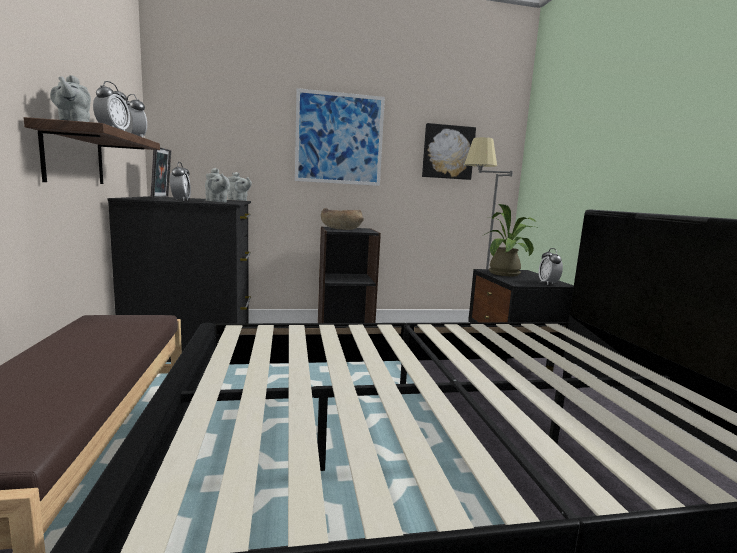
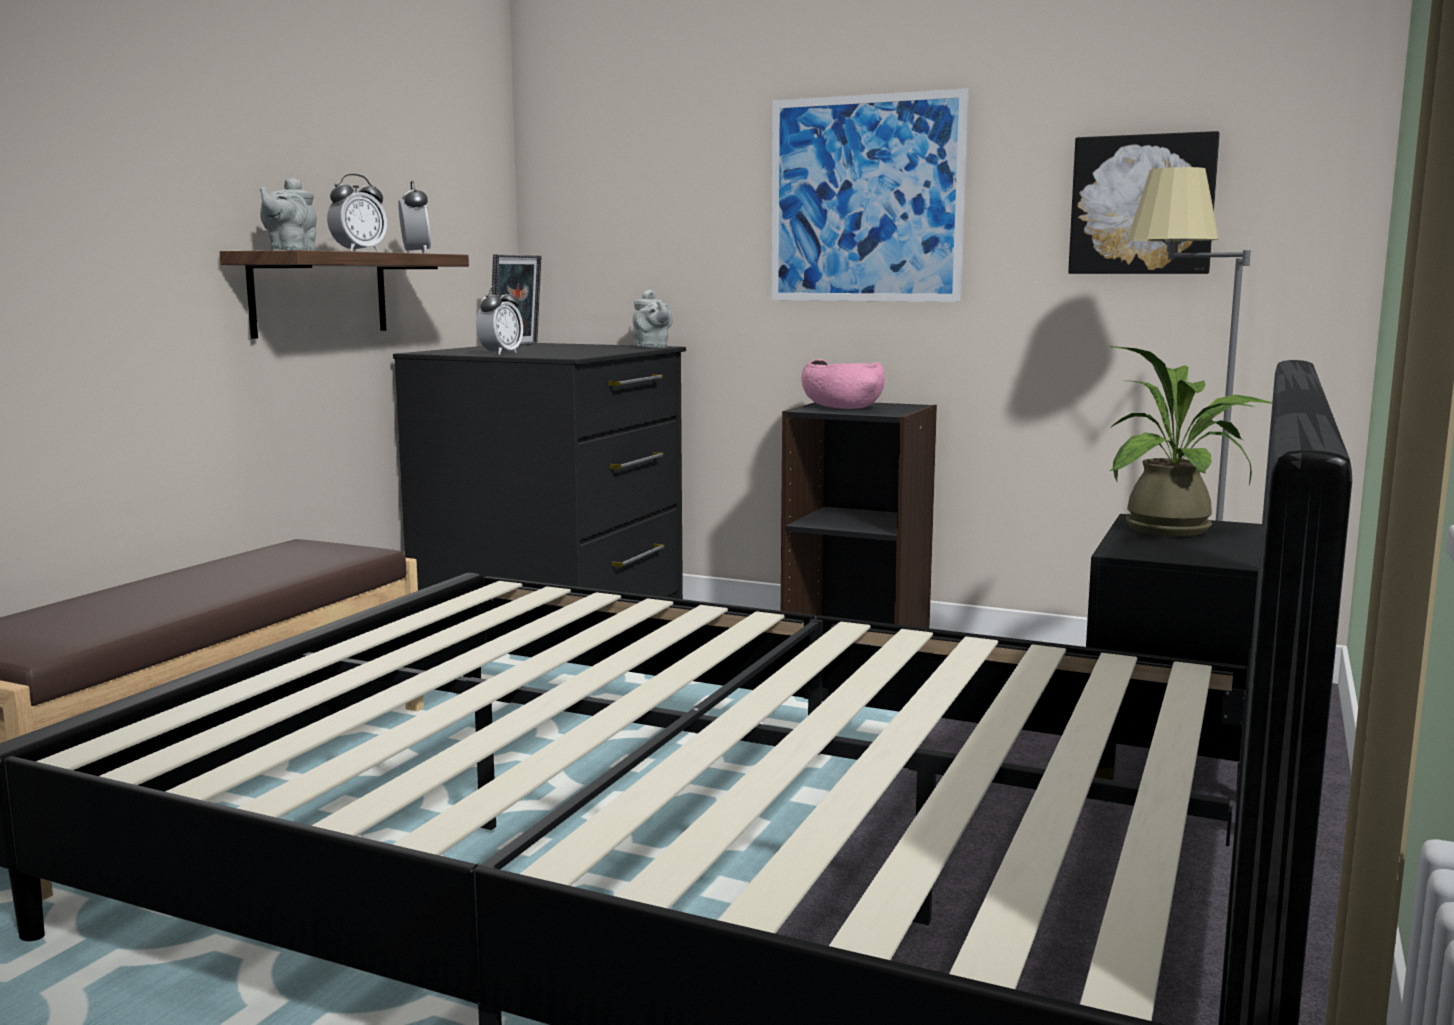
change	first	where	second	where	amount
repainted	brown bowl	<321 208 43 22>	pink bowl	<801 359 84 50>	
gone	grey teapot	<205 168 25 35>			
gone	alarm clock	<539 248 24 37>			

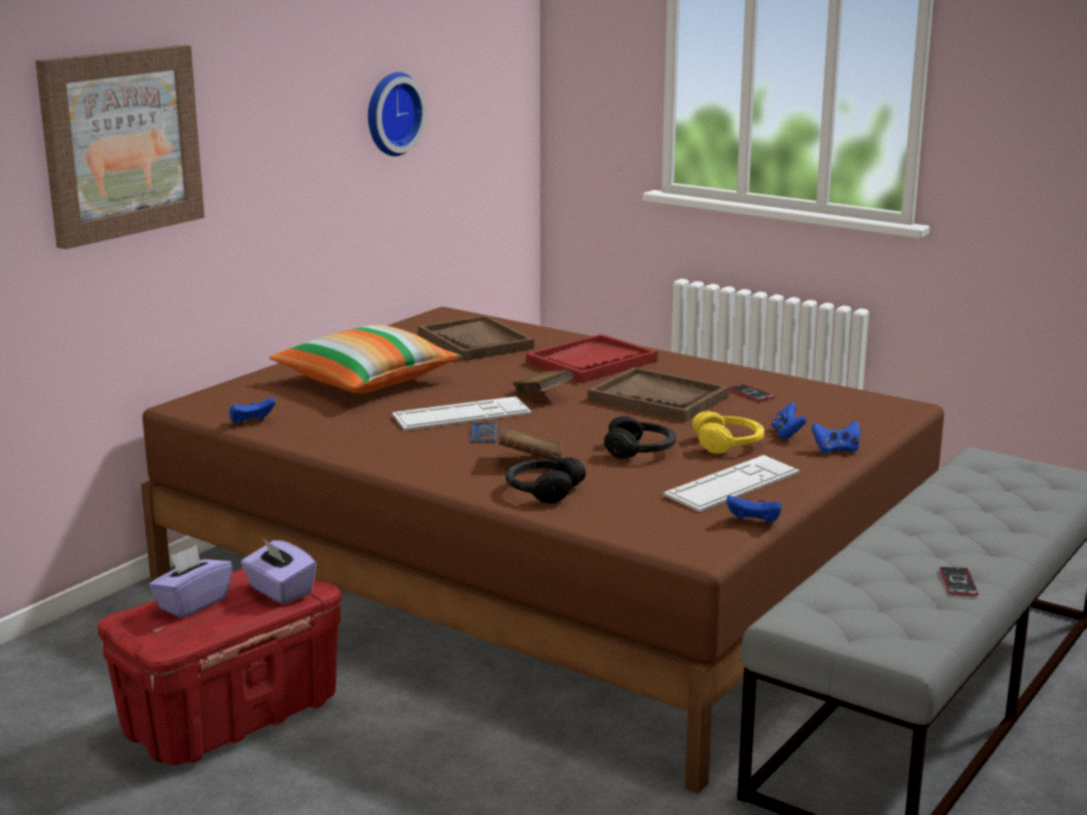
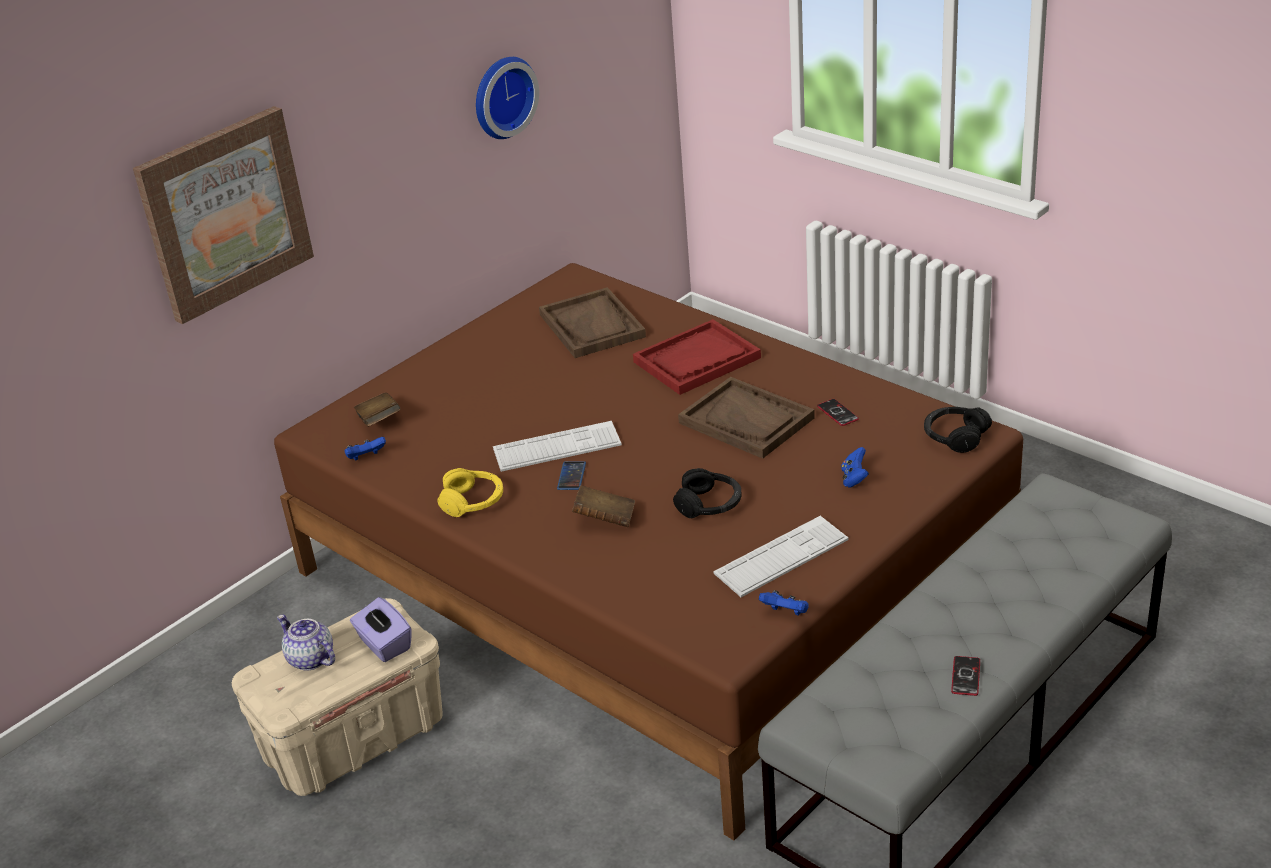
change	first	where	second	where	amount
repainted	red storage box	<98 569 244 196>	beige storage box	<232 598 211 198>	
swapped	purple tissue box	<149 545 83 73>	teapot	<277 615 58 56>	
shifted	brown book	<512 370 62 22>		<354 392 47 35>	
shifted	yellow headphones	<692 411 72 43>		<437 468 66 49>	
shifted	black headphones	<506 457 80 47>		<924 407 68 46>	
gone	pillow	<269 324 192 69>			
gone	blue game controller	<812 421 48 32>			

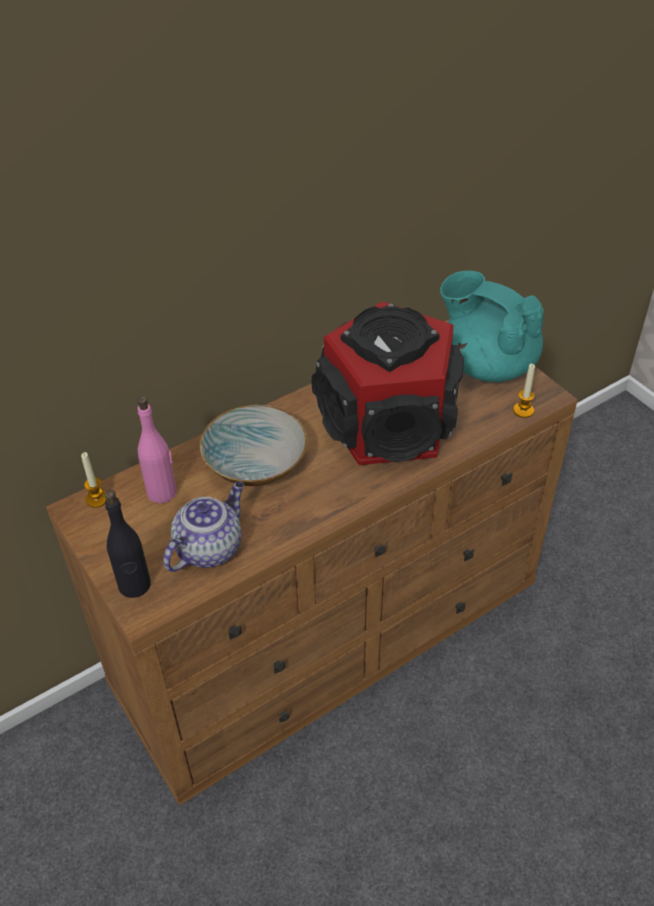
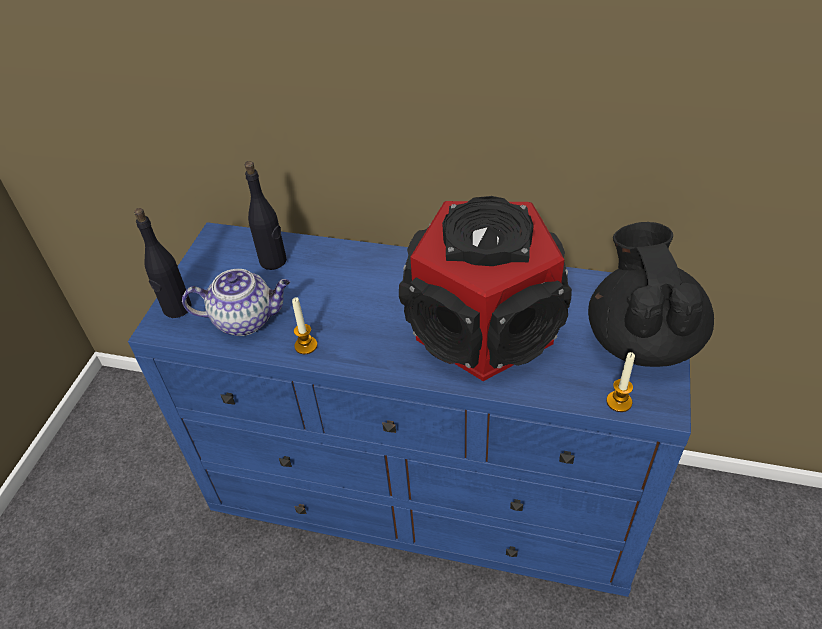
change	first	where	second	where	amount
repainted	brown dresser	<46 320 532 485>	blue dresser	<128 222 563 375>	
repainted	pink bottle	<137 396 40 107>	black bottle	<245 161 42 109>	
shifted	candle	<81 452 25 55>		<292 297 25 57>	
repainted	turquoise teapot	<440 270 104 112>	black teapot	<588 222 126 145>	
gone	bowl	<200 405 108 81>			

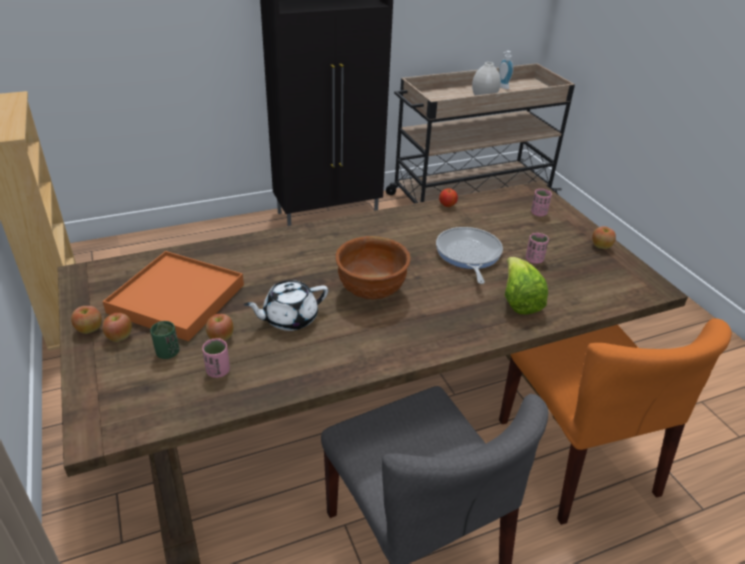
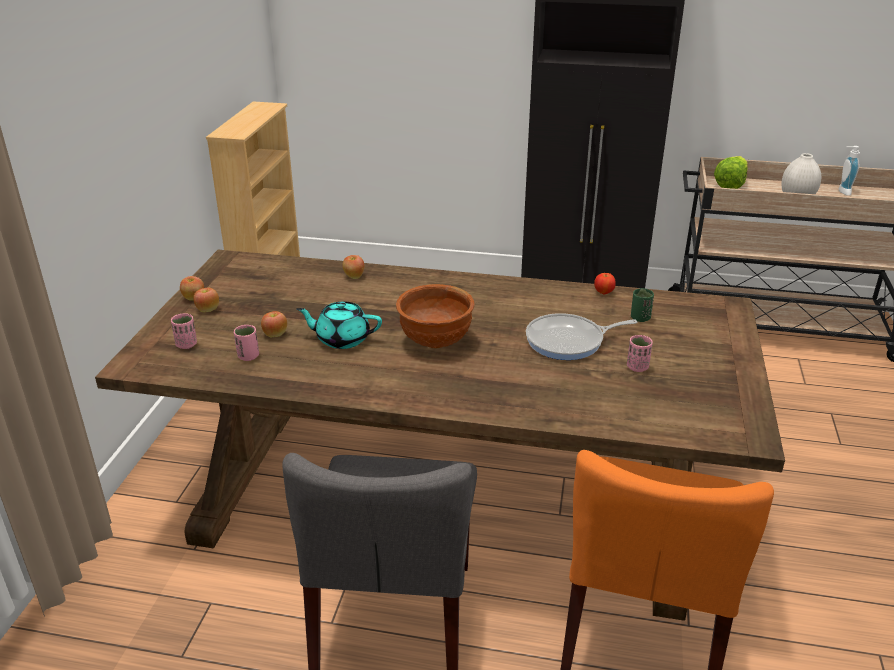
change	first	where	second	where	amount
shifted	pink cup	<531 189 21 28>		<171 313 26 36>	
repainted	white teapot	<244 280 84 51>	turquoise teapot	<296 301 86 48>	
shifted	apple	<592 226 24 23>		<343 255 21 24>	
rotated	frying pan	<436 227 67 57>		<526 313 112 47>	135 degrees counterclockwise
shifted	green cup	<150 321 29 38>		<631 288 23 34>	
shifted	lettuce	<505 257 43 58>		<714 156 34 33>	
gone	orange tray	<103 251 141 90>			

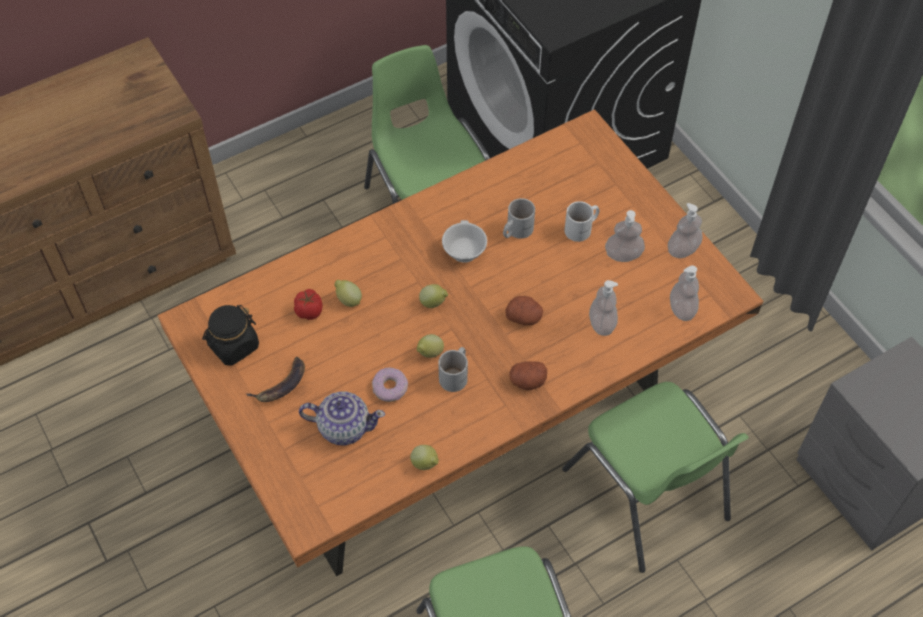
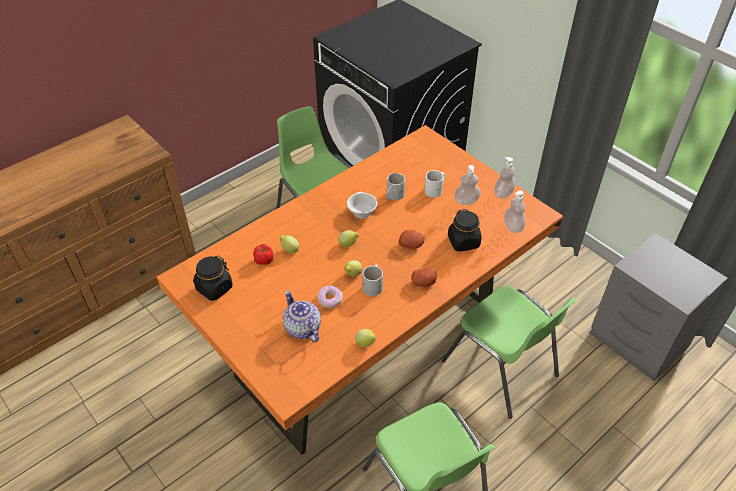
change	first	where	second	where	amount
rotated	teapot	<299 392 86 53>		<283 290 38 52>	120 degrees counterclockwise
swapped	soap dispenser	<589 280 29 56>	black jar	<448 209 34 43>	
gone	banana	<246 357 59 45>			

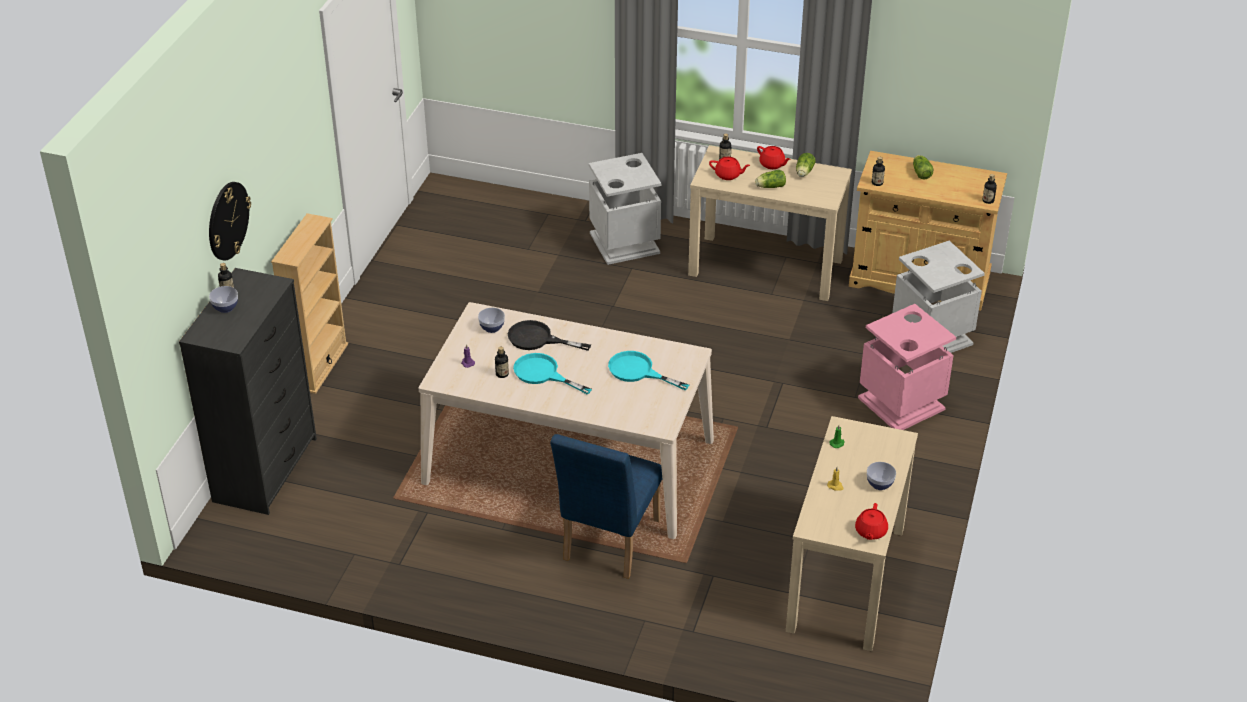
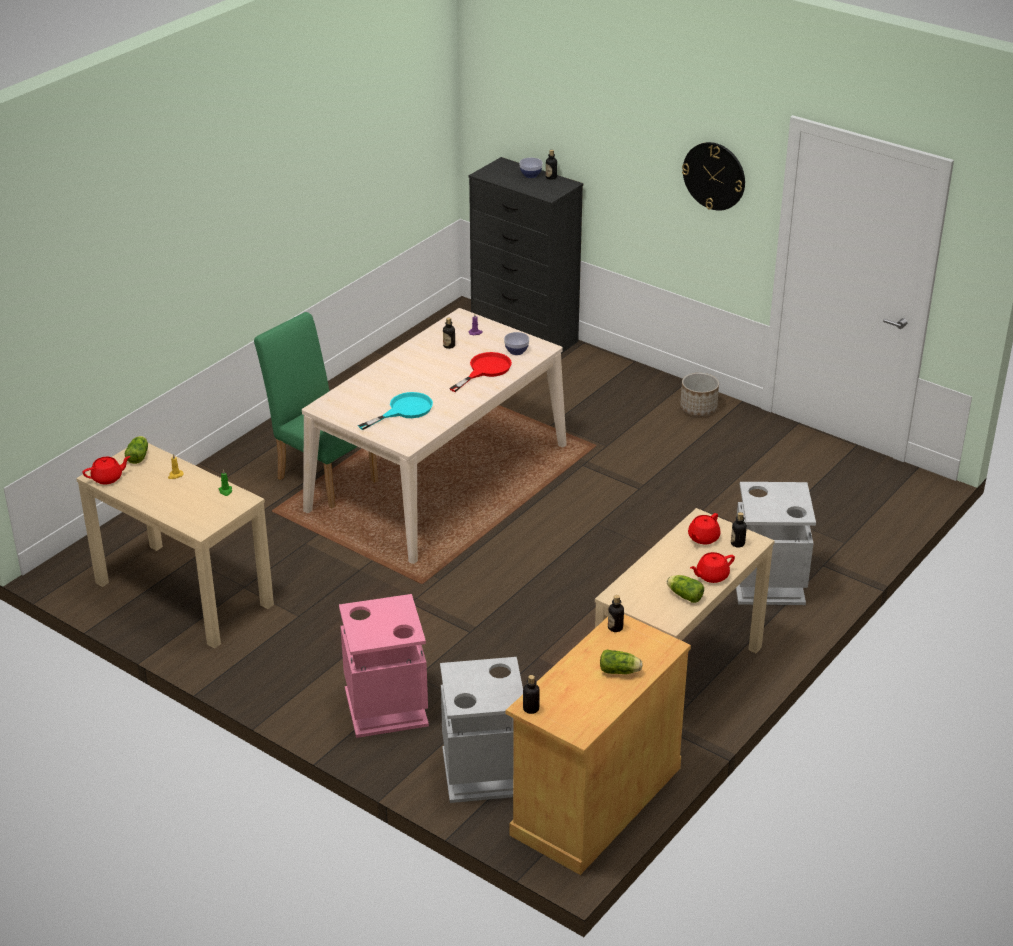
change	first	where	second	where	amount
rotated	red teapot	<855 503 33 37>		<83 456 48 28>	120 degrees clockwise
shifted	lettuce	<755 170 31 18>		<124 436 24 28>	
repainted	blue chair	<550 434 112 145>	green chair	<254 312 124 197>	
repainted	black frying pan	<508 320 83 31>	red frying pan	<449 352 63 40>	
new			planter	<680 373 39 43>	
shifted	wall clock	<209 182 42 78>		<682 142 63 69>	
gone	beige bookcase	<271 213 77 181>			
gone	turquoise frying pan	<513 353 79 41>			
gone	bowl	<867 462 29 28>			

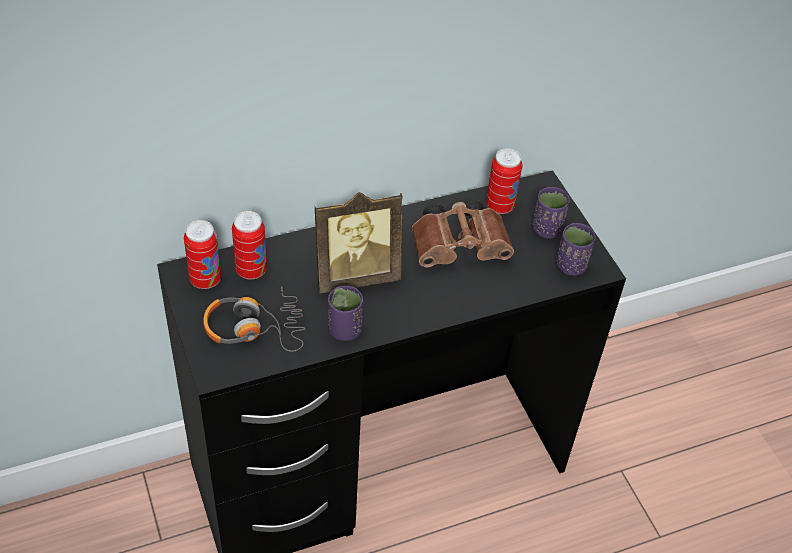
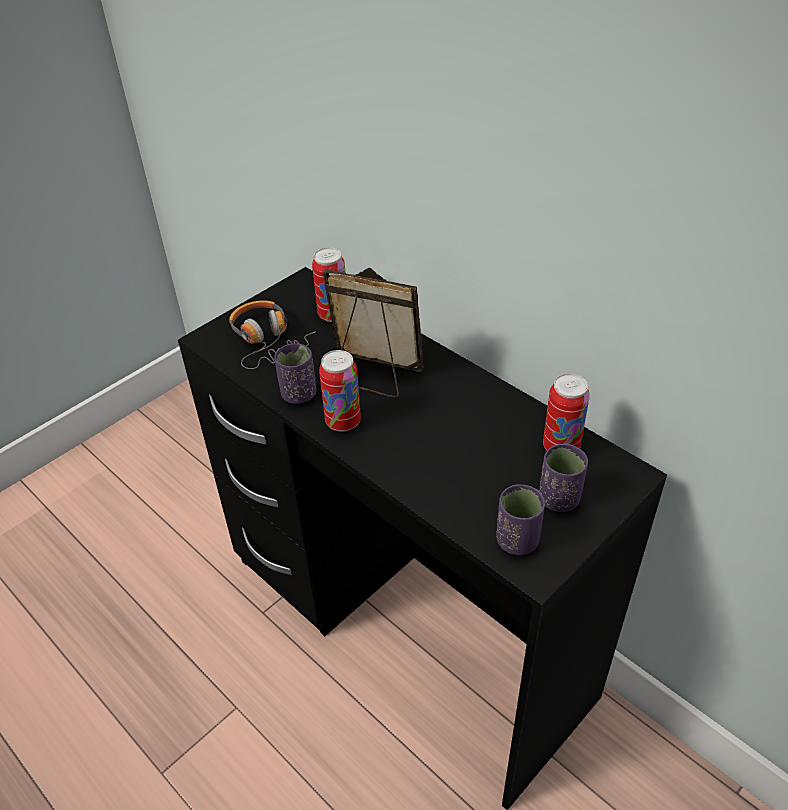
change	first	where	second	where	amount
shifted	can	<184 220 37 69>		<319 350 42 82>	
rotated	picture frame	<315 192 88 102>		<323 268 100 130>	150 degrees clockwise
gone	brown binoculars	<412 200 102 67>			

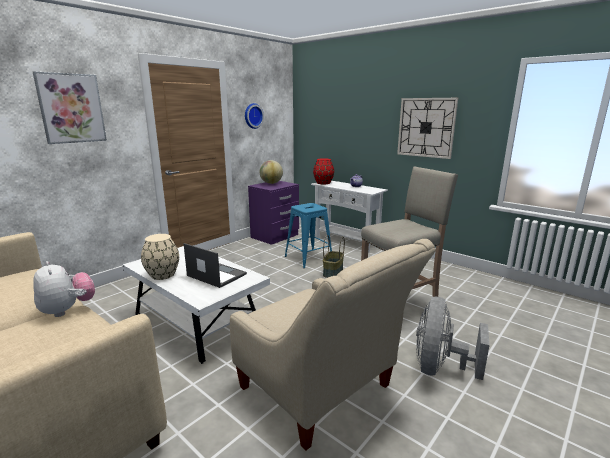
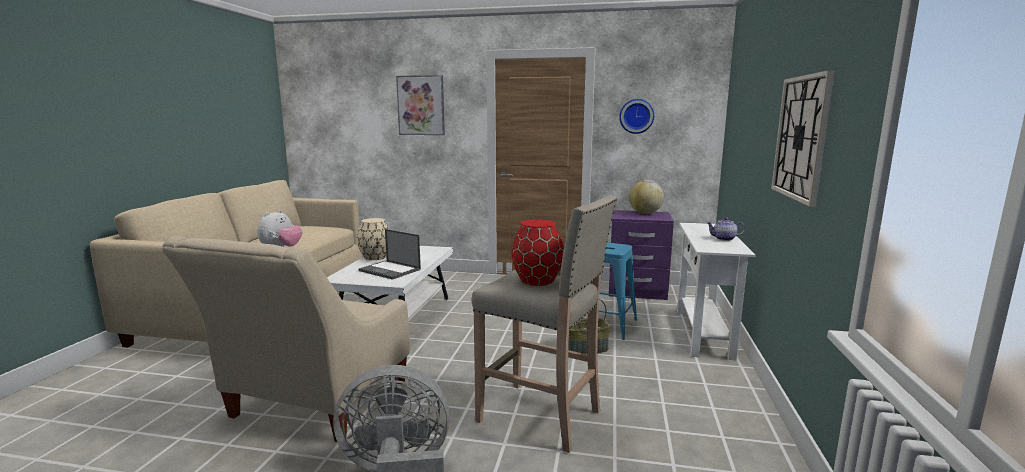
change	first	where	second	where	amount
rotated	laptop	<183 243 64 45>		<359 229 62 51>	120 degrees clockwise
shifted	red vase	<313 158 21 26>		<511 220 53 66>	

